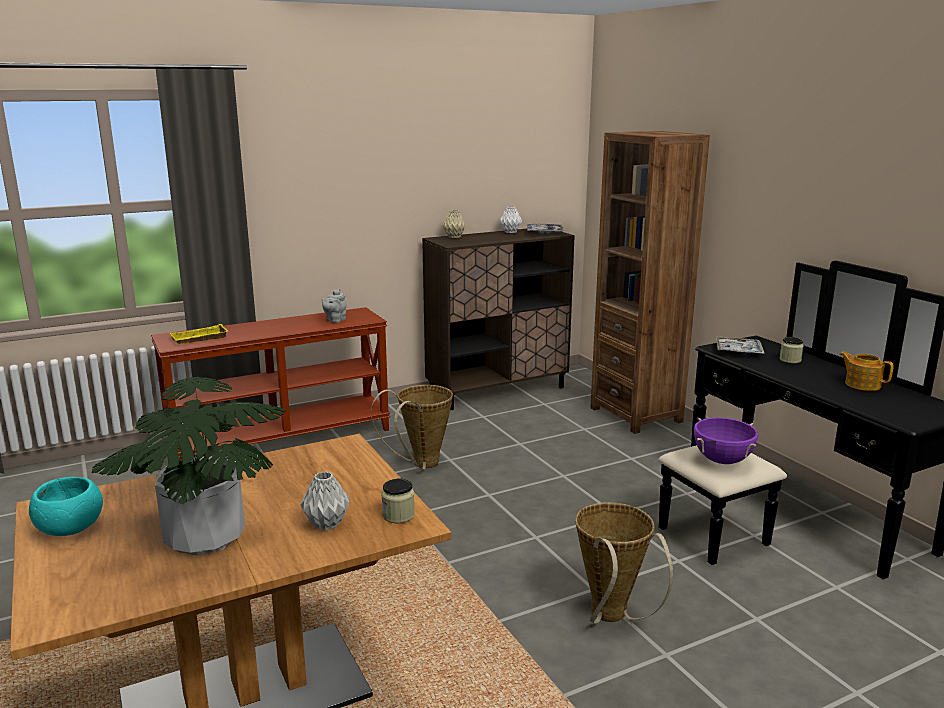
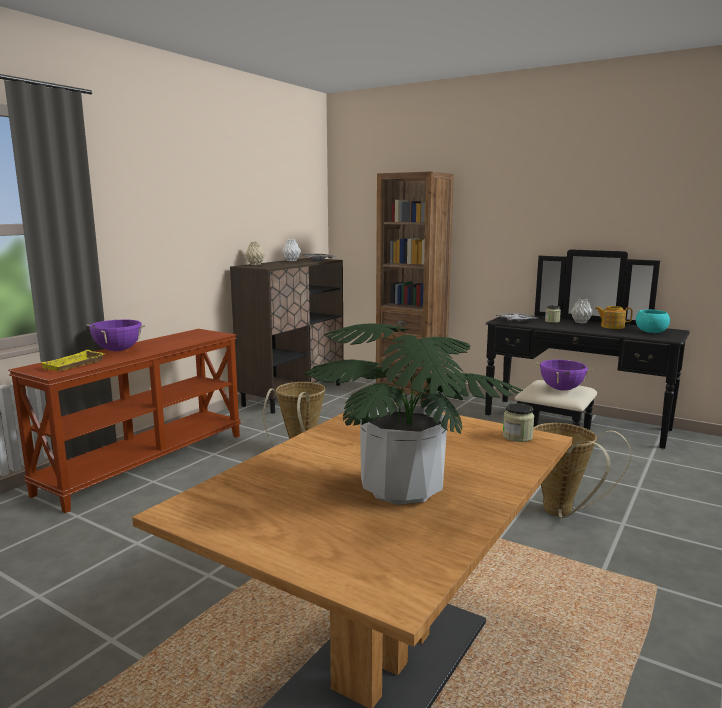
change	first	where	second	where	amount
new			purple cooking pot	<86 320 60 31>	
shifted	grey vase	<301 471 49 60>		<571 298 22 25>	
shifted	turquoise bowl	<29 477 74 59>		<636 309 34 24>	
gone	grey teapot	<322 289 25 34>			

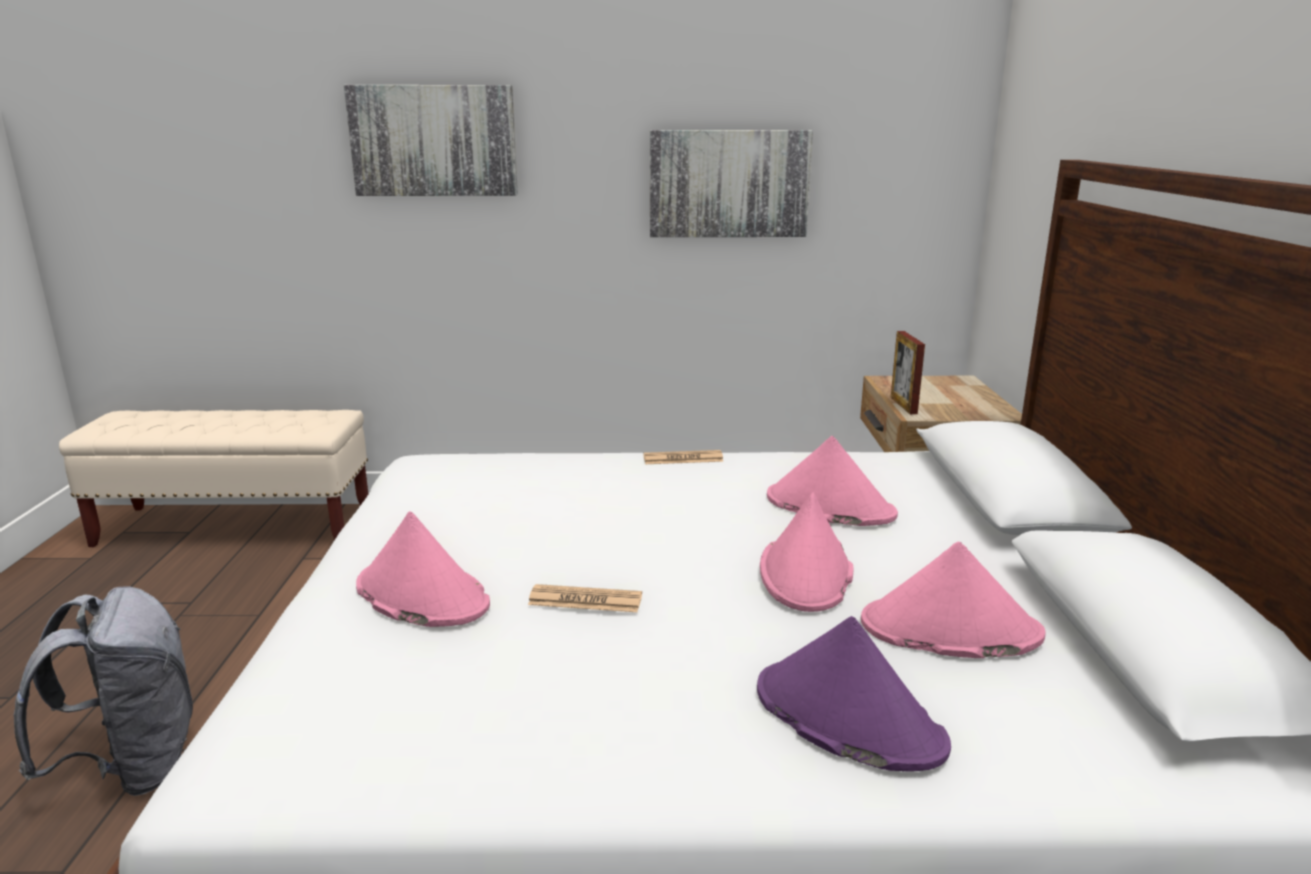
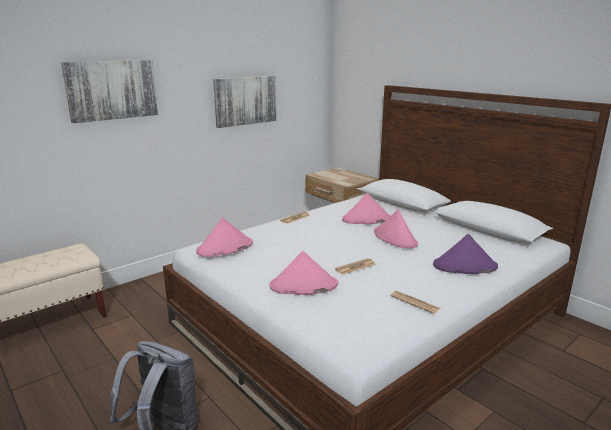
change	first	where	second	where	amount
shifted	pink hat	<861 541 185 117>		<196 218 57 39>	
new			newspaper	<391 291 49 23>	
gone	picture frame	<891 331 34 83>			

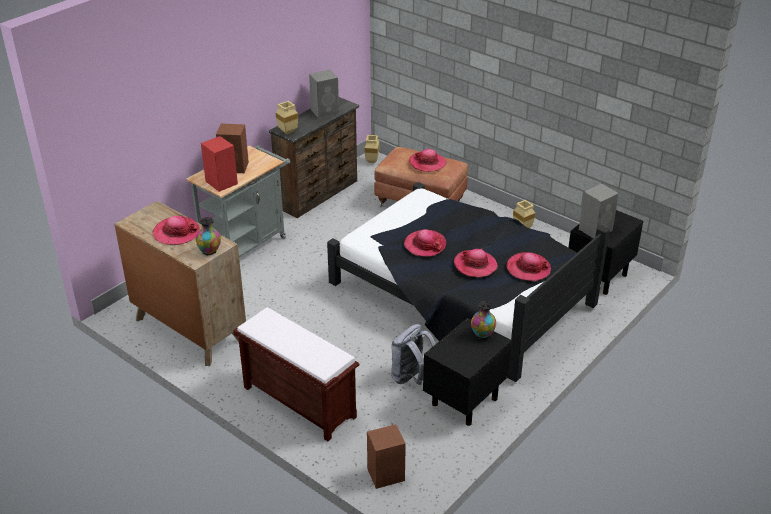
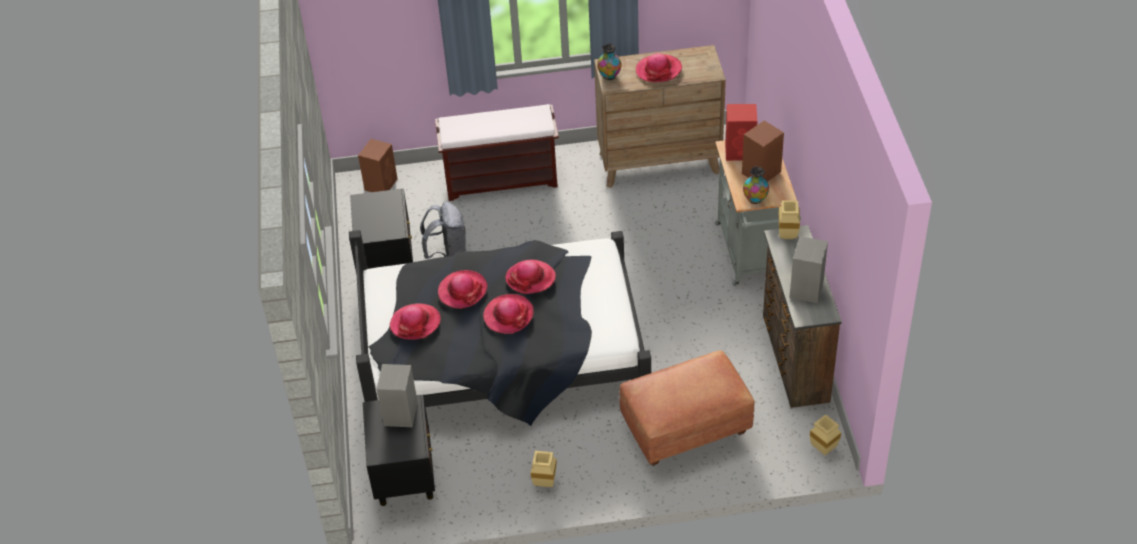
change	first	where	second	where	amount
shifted	hat	<409 149 38 23>		<483 294 51 40>	
shifted	vase	<471 301 25 38>		<743 166 26 38>	

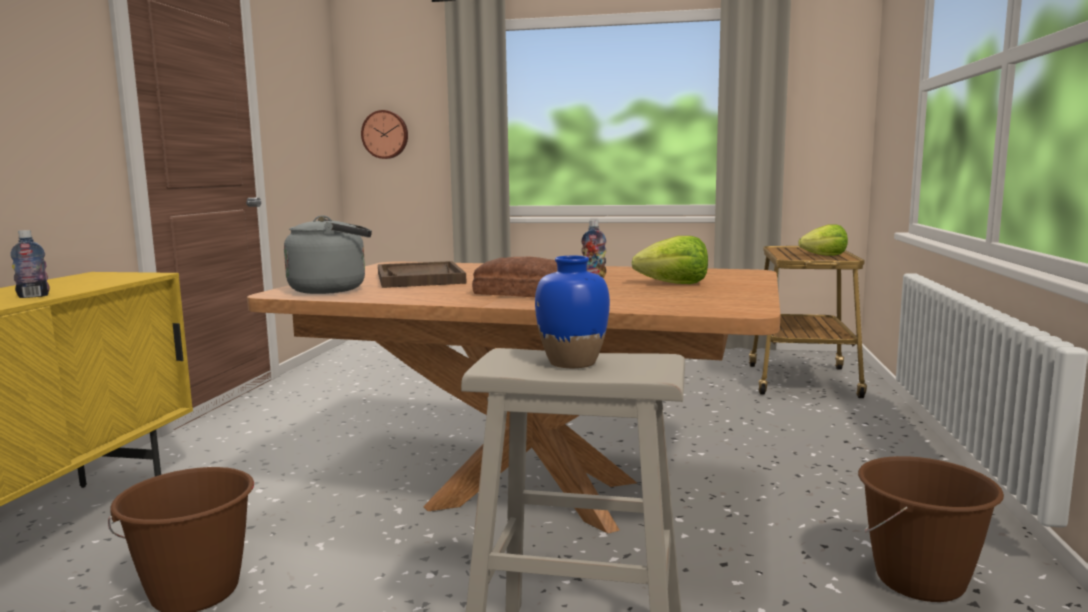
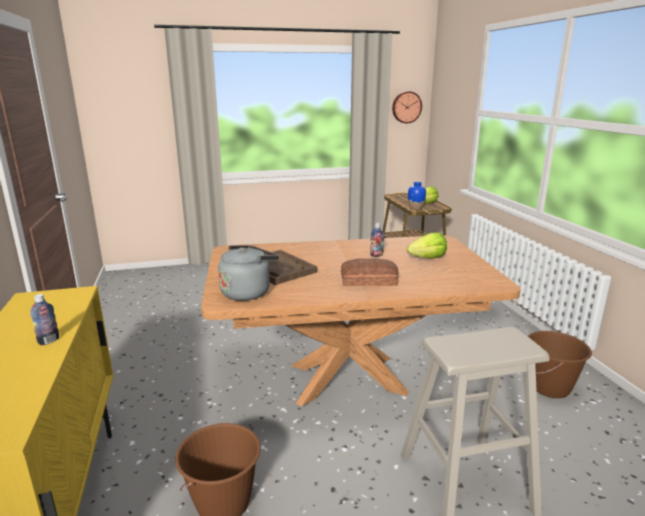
change	first	where	second	where	amount
shifted	wall clock	<361 110 47 49>		<392 91 30 32>	
shifted	blue vase	<535 256 75 112>		<408 182 18 27>	

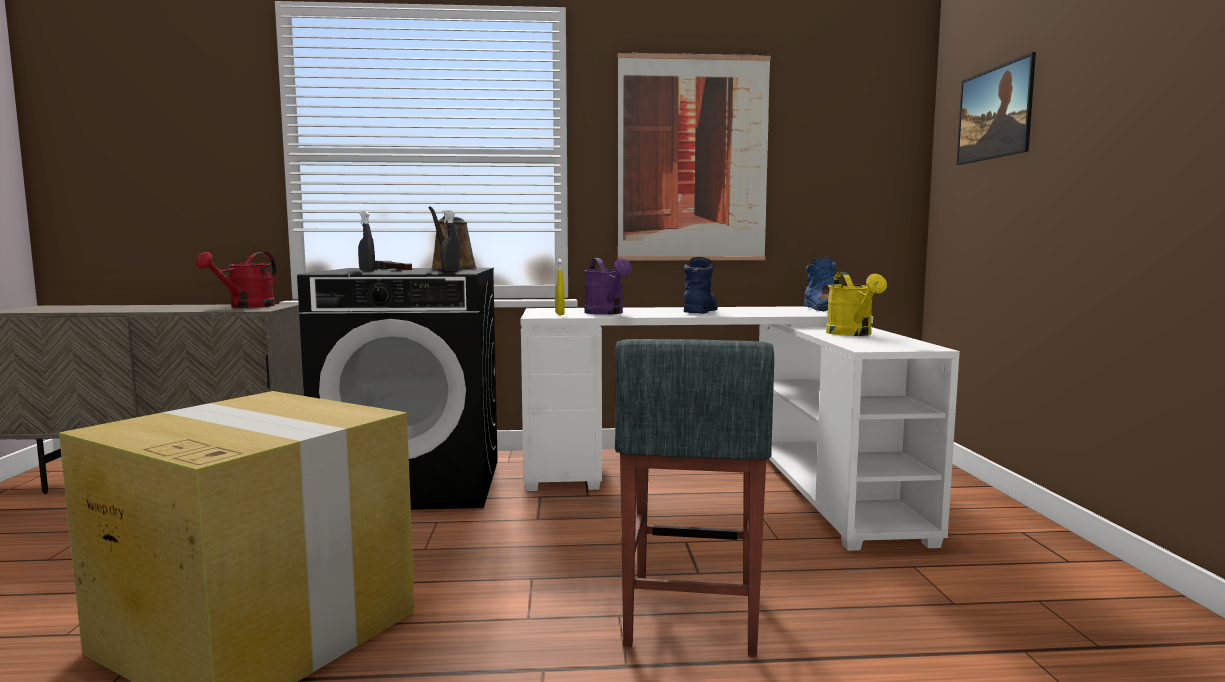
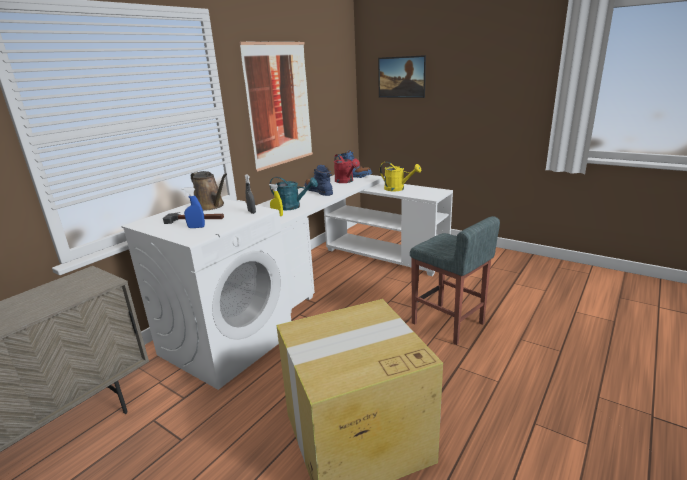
change	first	where	second	where	amount
repainted	black washing machine	<297 268 201 242>	white washing machine	<121 199 170 191>	
repainted	grey spray bottle	<358 211 17 61>	blue spray bottle	<182 187 23 41>	
repainted	purple watering can	<584 258 47 57>	turquoise watering can	<270 177 48 33>	
shifted	red watering can	<196 252 80 56>		<334 154 26 29>	

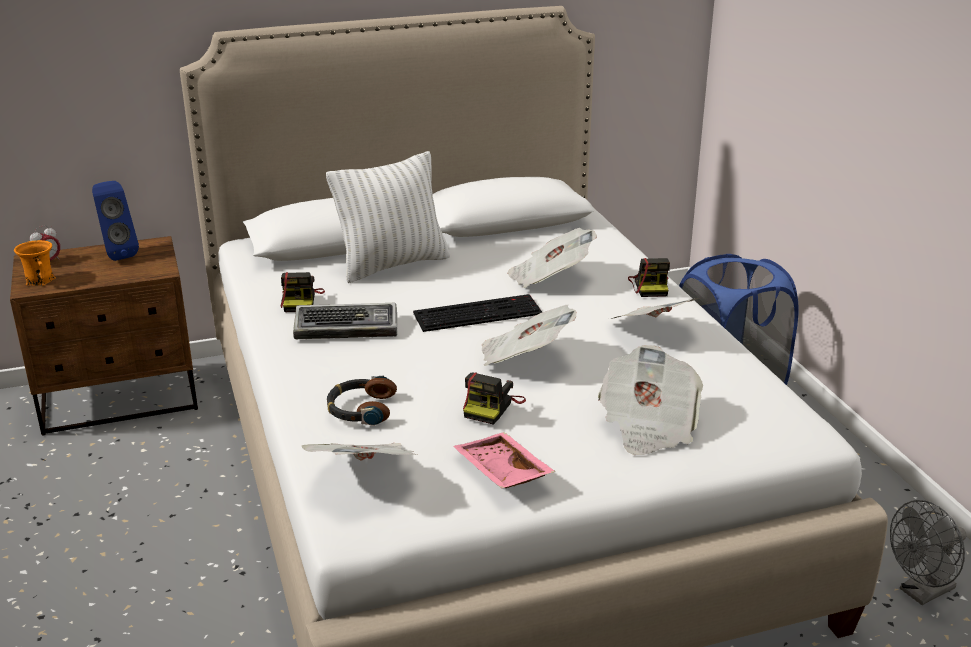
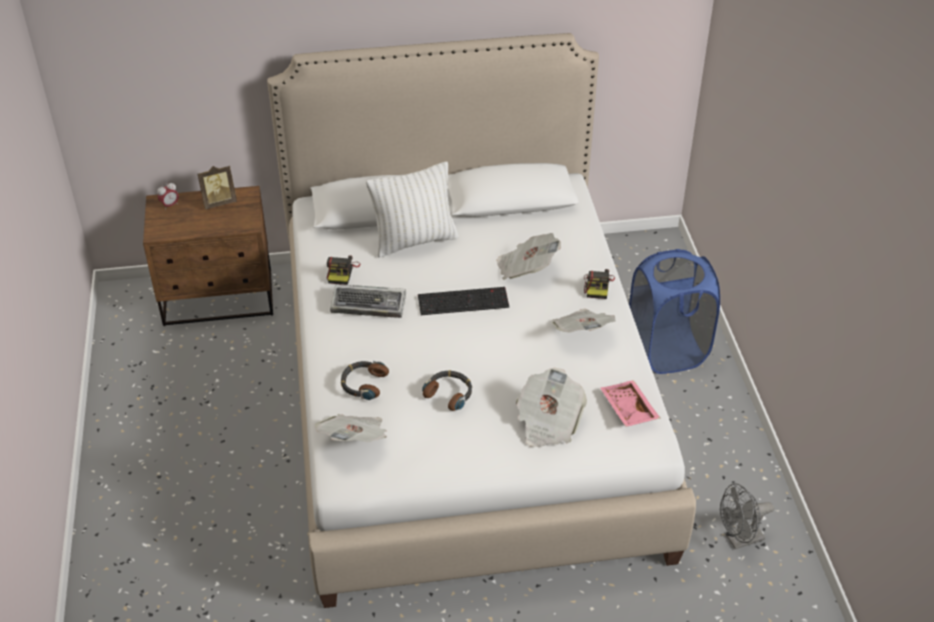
change	first	where	second	where	amount
swapped	blue speaker	<92 181 47 80>	picture frame	<197 165 40 45>	
swapped	photo camera	<463 372 63 53>	headphones	<422 370 50 41>	
shifted	pink tray	<453 432 103 57>		<600 380 60 47>	
gone	orange mug	<14 240 42 46>			
gone	newspaper	<482 305 95 61>			

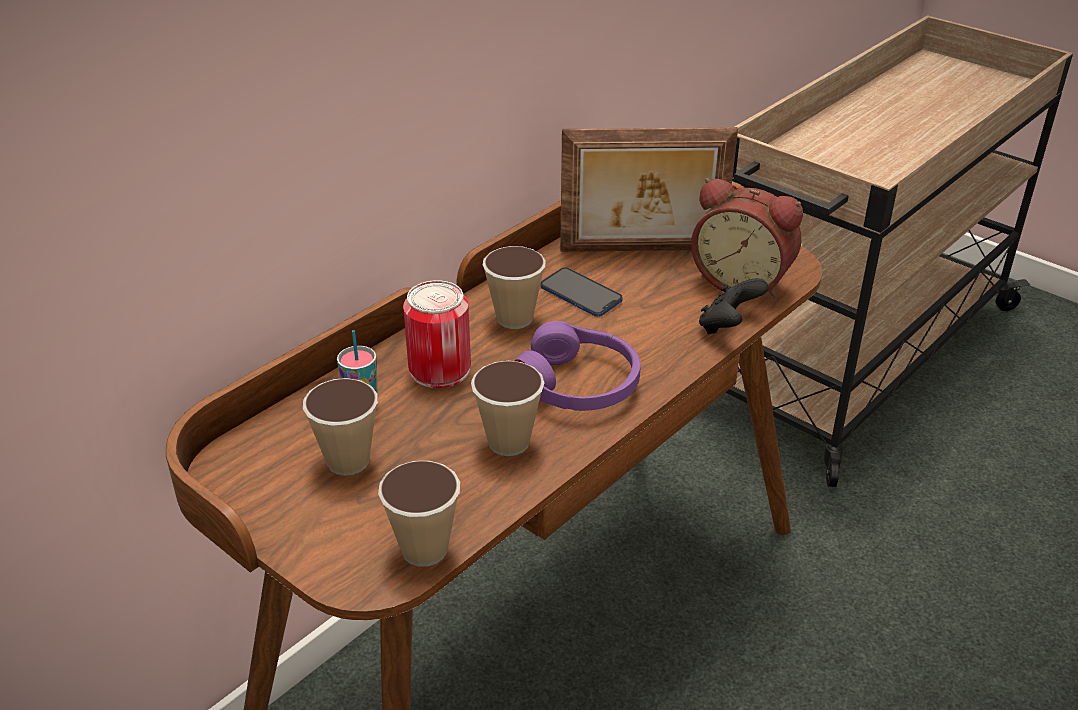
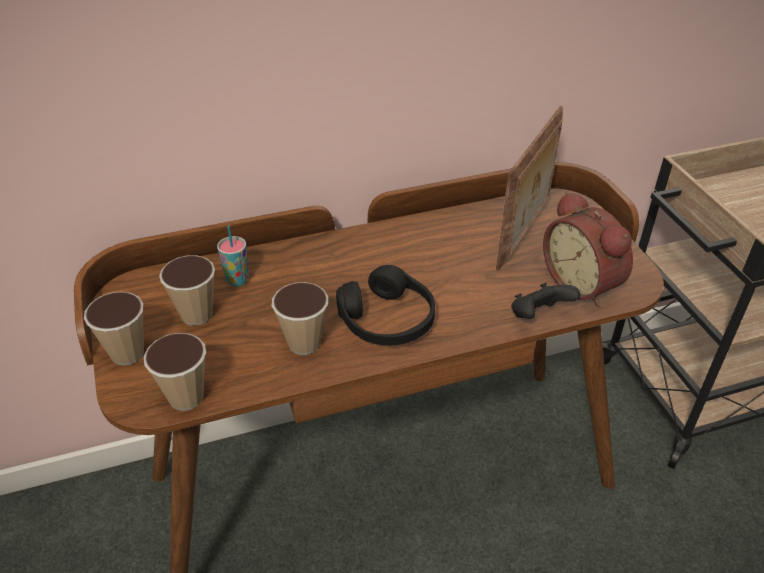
change	first	where	second	where	amount
shifted	cup	<483 246 63 83>		<84 292 60 74>	
repainted	purple headphones	<514 321 127 90>	black headphones	<336 265 99 81>	
rotated	picture frame	<560 127 178 125>		<496 106 67 165>	90 degrees counterclockwise
gone	can	<403 280 68 108>			
gone	phone	<540 267 83 50>			

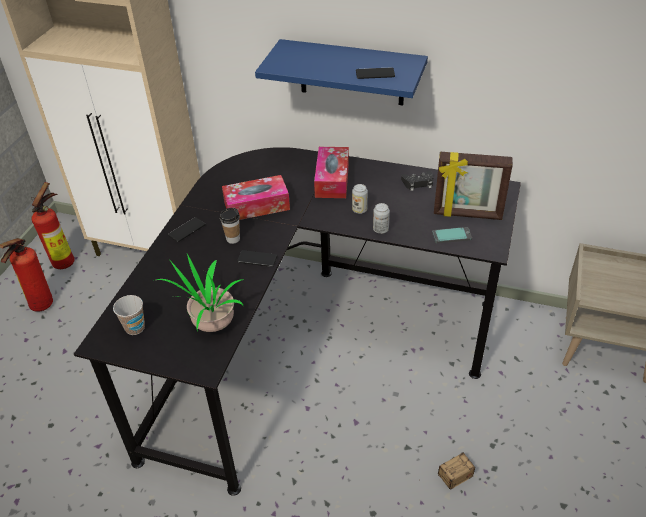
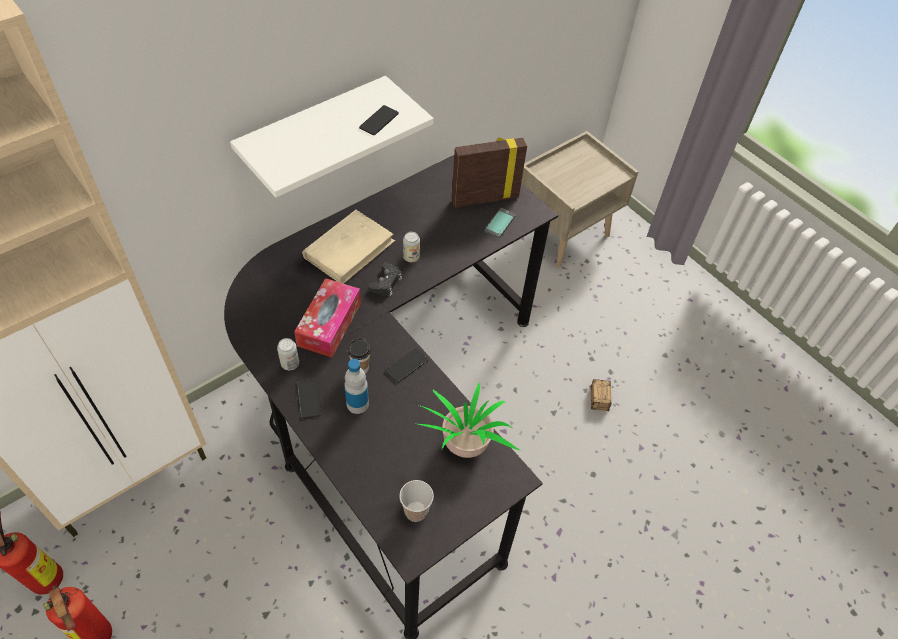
change	first	where	second	where	amount
repainted	blue shelf	<255 39 173 66>	white shelf	<230 76 204 122>	
shifted	can	<373 203 17 31>		<277 338 22 32>	
swapped	tissue box	<314 147 35 51>	beige book	<302 210 93 74>	
new			bottle	<344 359 25 55>	
shifted	black game controller	<401 171 32 20>		<368 263 34 33>	
rotated	picture frame	<434 152 79 68>		<451 137 76 71>	150 degrees counterclockwise

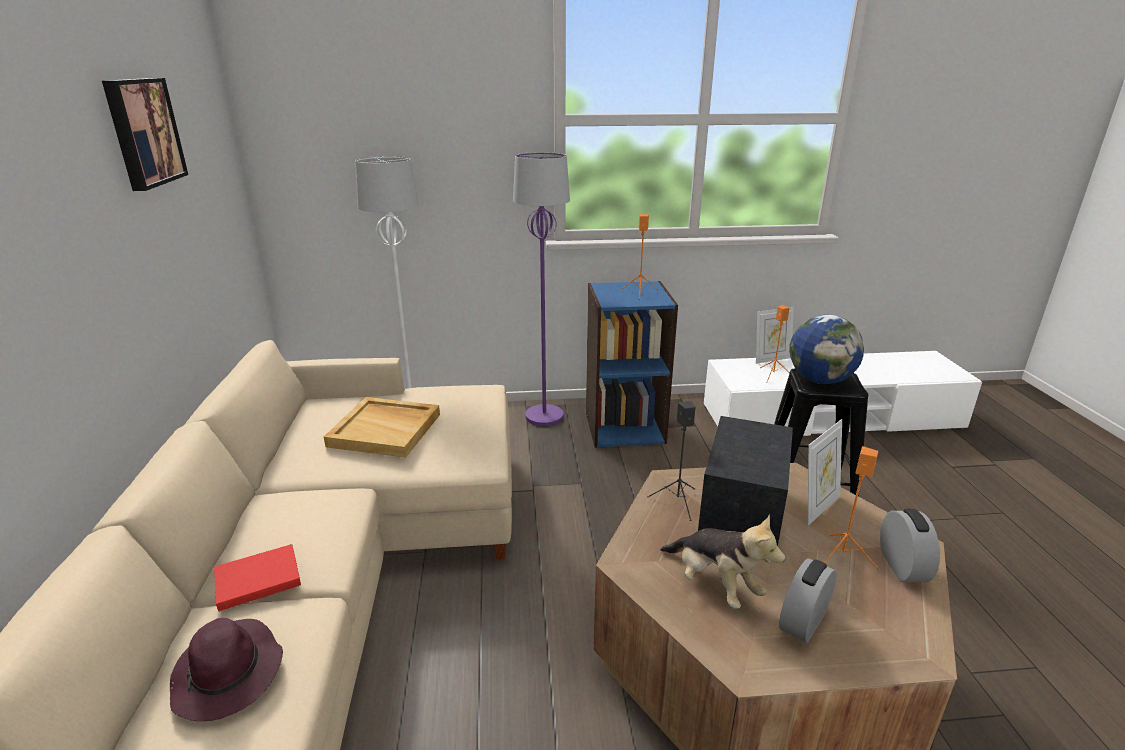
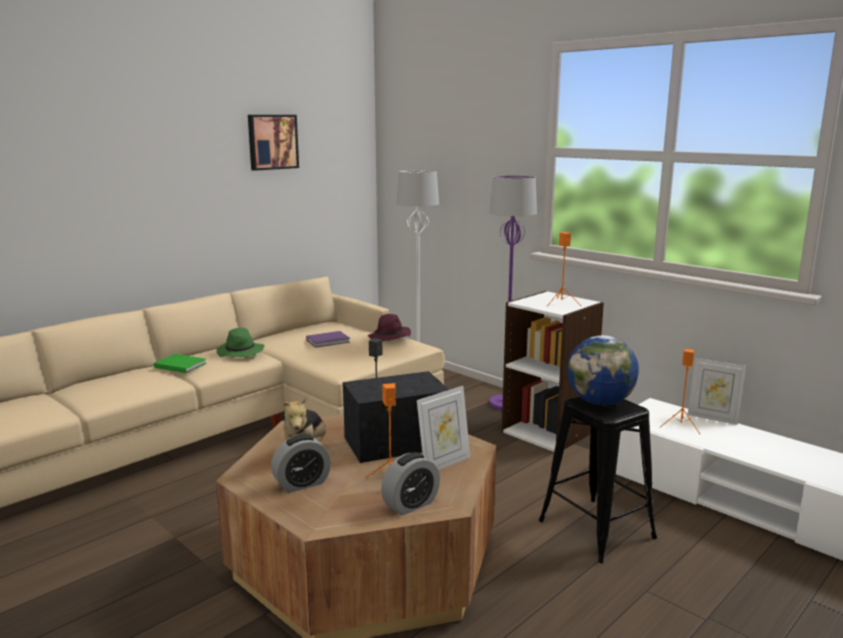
change	first	where	second	where	amount
repainted	red book	<214 544 87 67>	green book	<154 354 53 19>	
new			green hat	<217 328 48 29>	
rotated	alarm clock	<779 558 58 85>		<271 434 60 59>	150 degrees clockwise
swapped	beige tray	<324 397 116 61>	purple book	<306 331 44 17>	
shifted	purple hat	<170 618 113 103>		<368 314 43 27>	
rotated	picture frame	<808 419 34 107>		<417 386 53 84>	45 degrees counterclockwise
repainted	blue bookcase	<586 281 92 166>	white bookcase	<502 291 102 161>	

